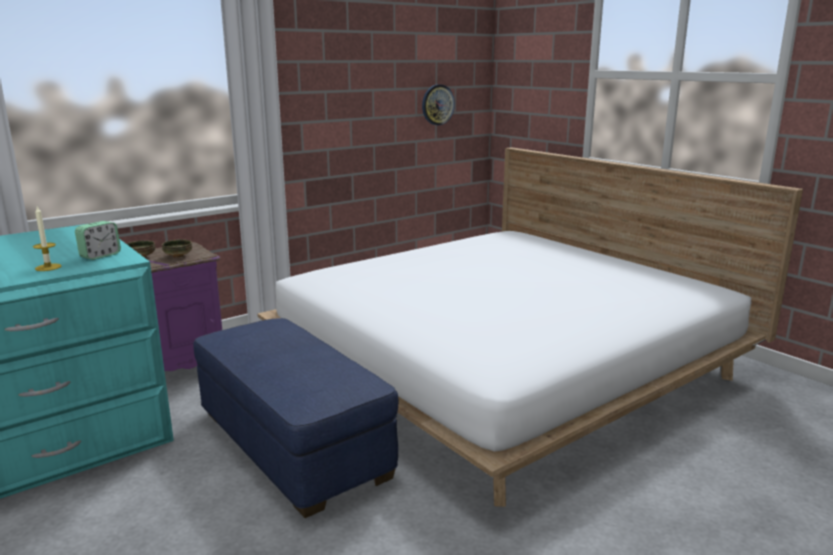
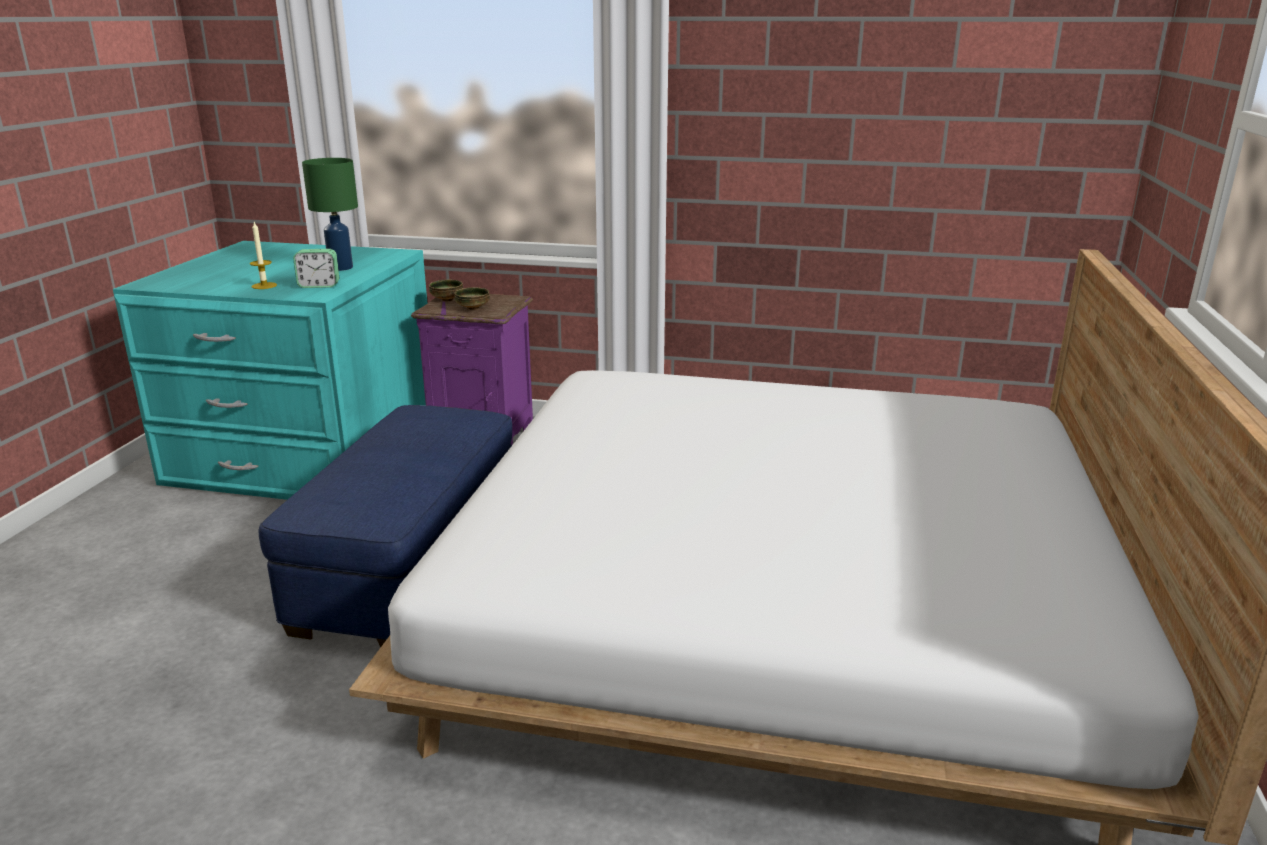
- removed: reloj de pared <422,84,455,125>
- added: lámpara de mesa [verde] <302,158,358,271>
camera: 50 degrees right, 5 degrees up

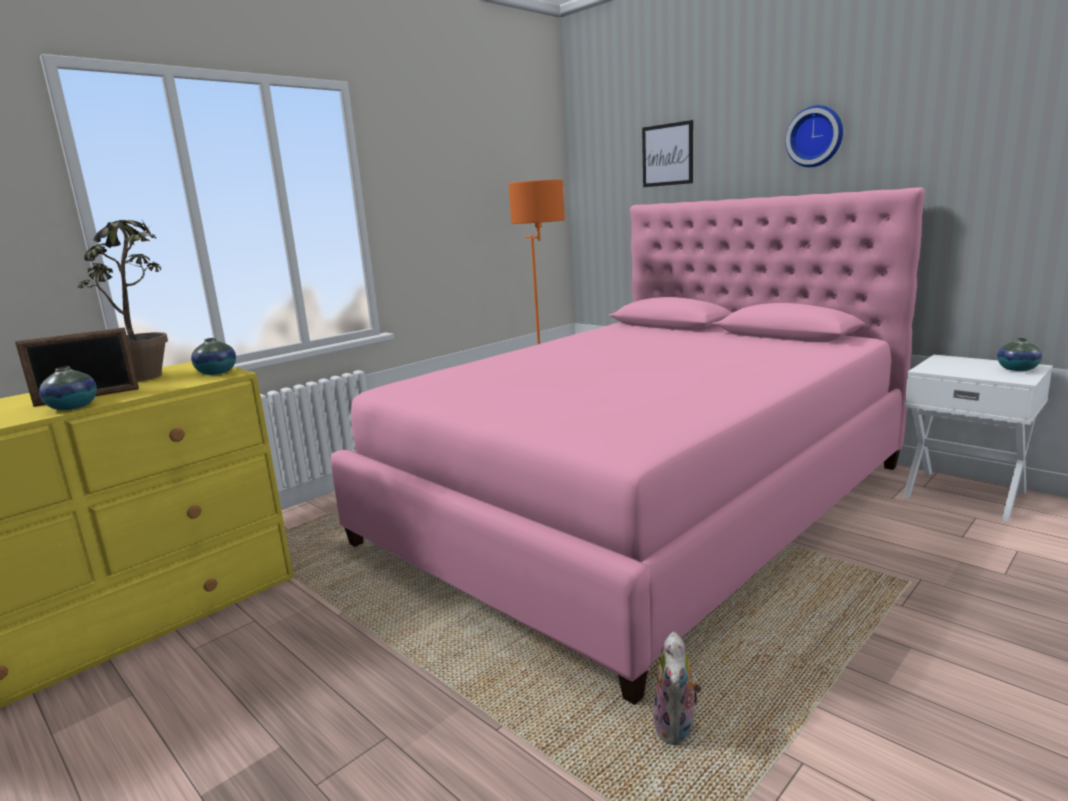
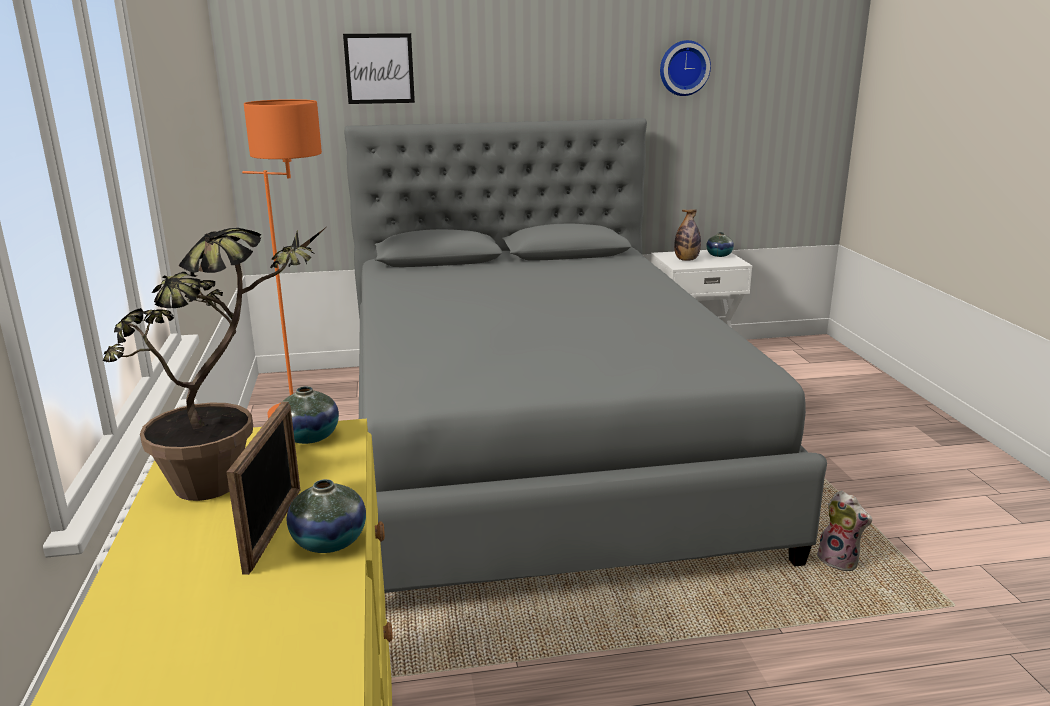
- added: botella <674,209,701,261>
- moved: reloj de pared <785,105,843,167> to <660,40,711,96>
- recoloured: cama [rosa] <331,187,925,705> to cama [gris] <344,118,827,593>
camera: 55 degrees left, 5 degrees up

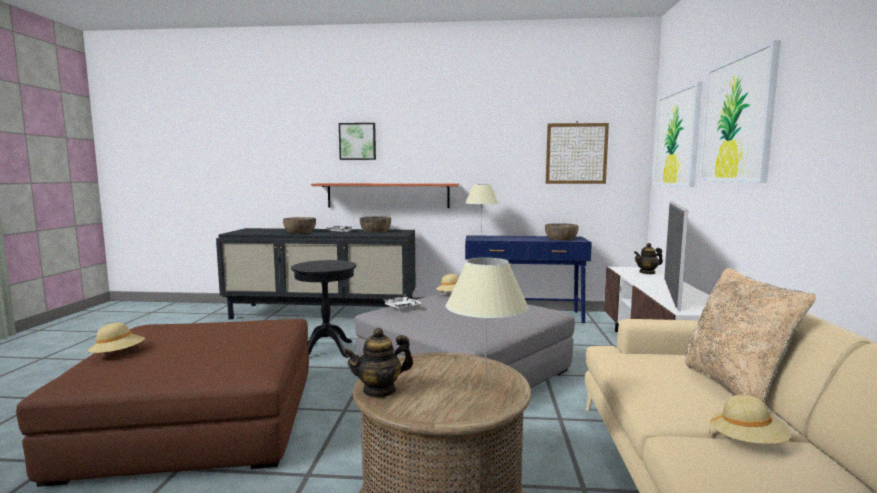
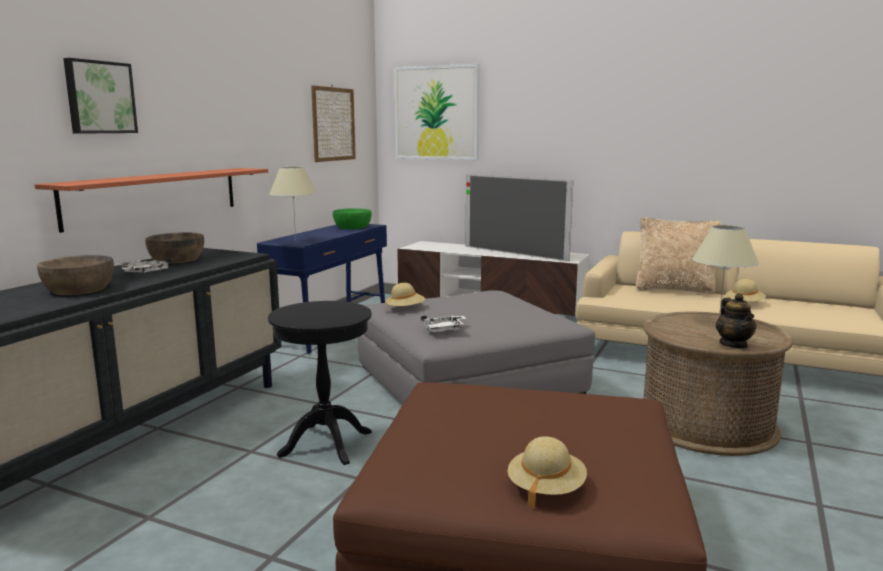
- removed: tetera <634,243,663,274>
- removed: cuadro <699,40,781,182>
- recoloured: cuenco [marrón] <545,223,579,240> to cuenco [verde] <333,208,372,229>
camera: 70 degrees left, 5 degrees up

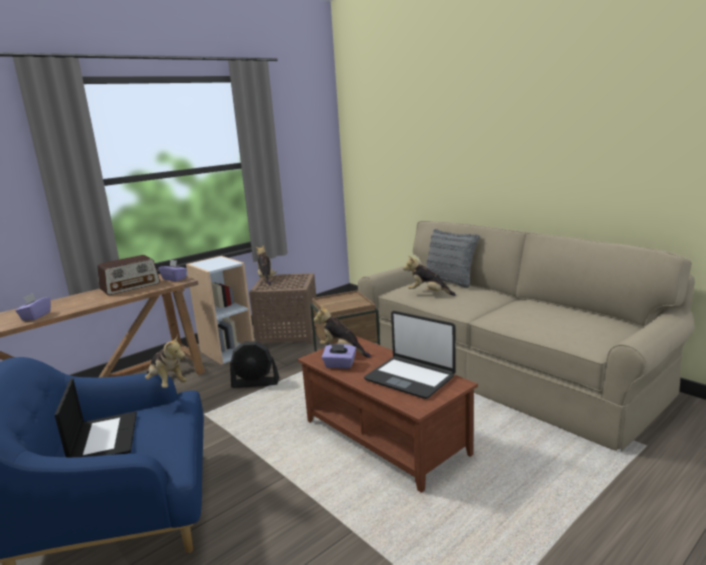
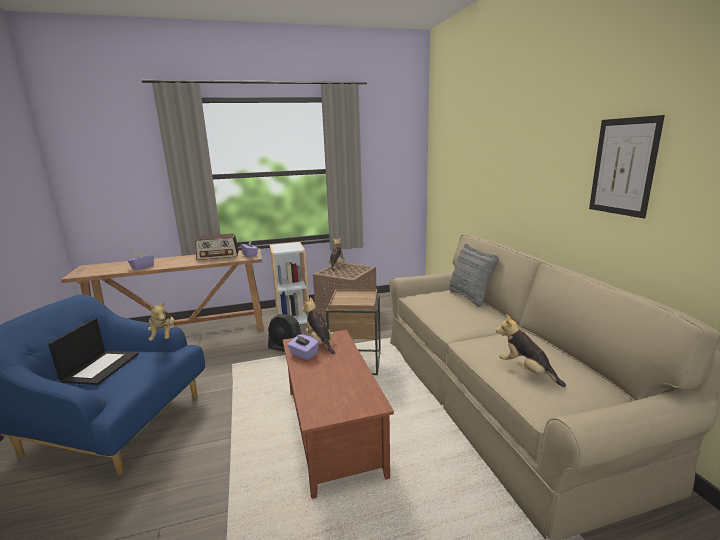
- removed: portátil <364,311,456,399>
- added: cuadro <589,115,665,218>
- moved: peluche <403,256,456,296> to <496,314,566,387>
camera: 25 degrees right, 0 degrees up

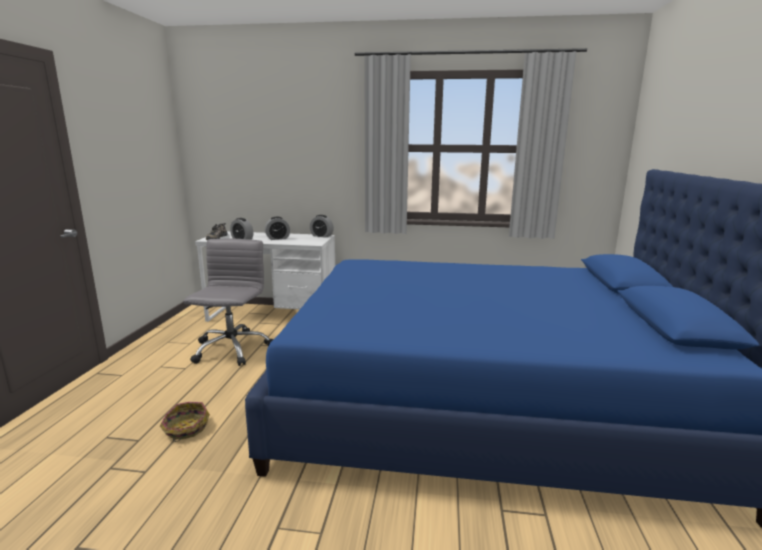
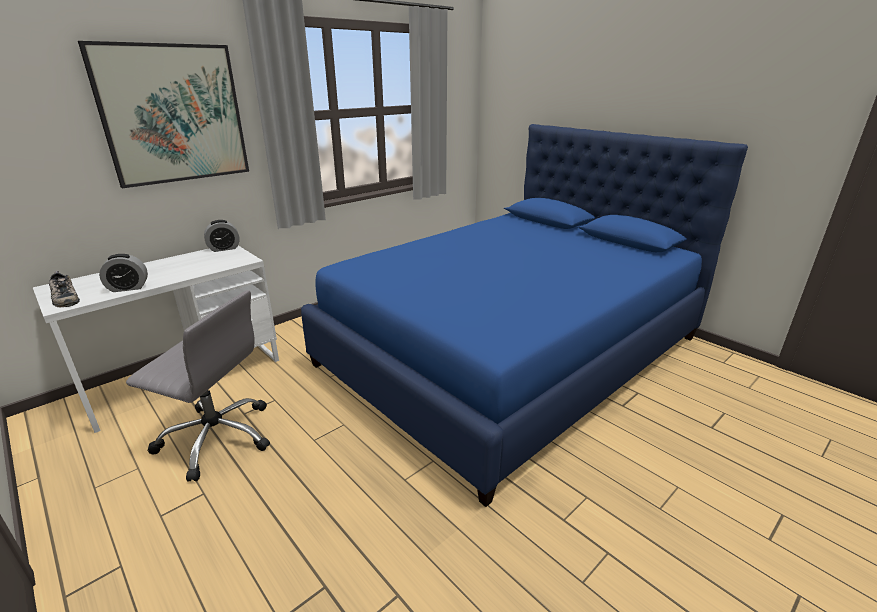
- removed: cesta <160,402,210,442>
- removed: despertador <265,217,290,240>
- added: cuadro <78,41,249,188>
- turned: silla de oficina [gris] <183,239,273,366> = <126,290,270,481> 150 degrees clockwise
camera: 50 degrees left, 10 degrees up

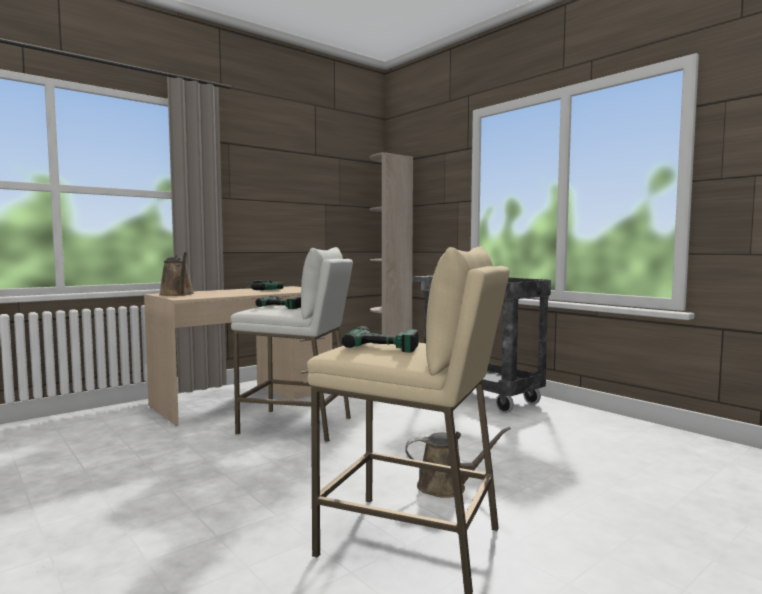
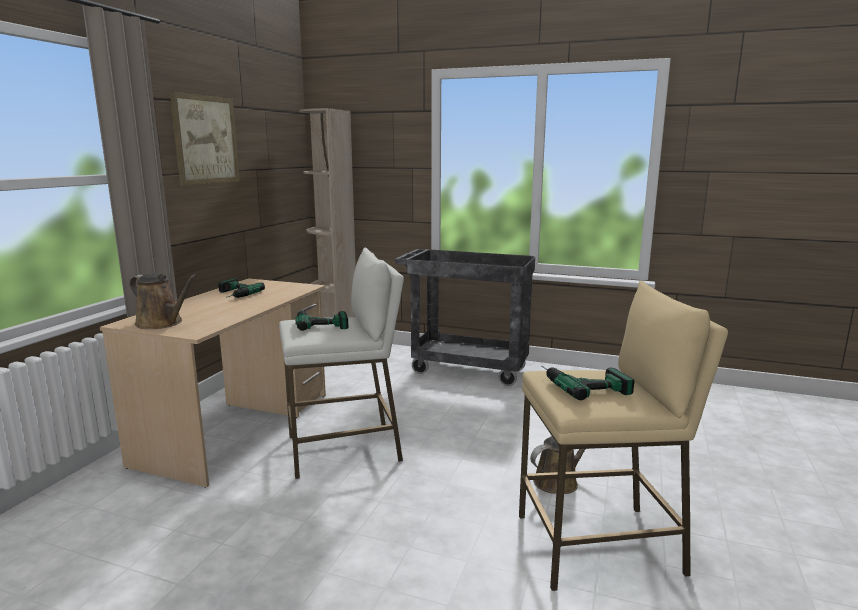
- added: cuadro <170,91,240,186>
camera: 30 degrees left, 10 degrees up

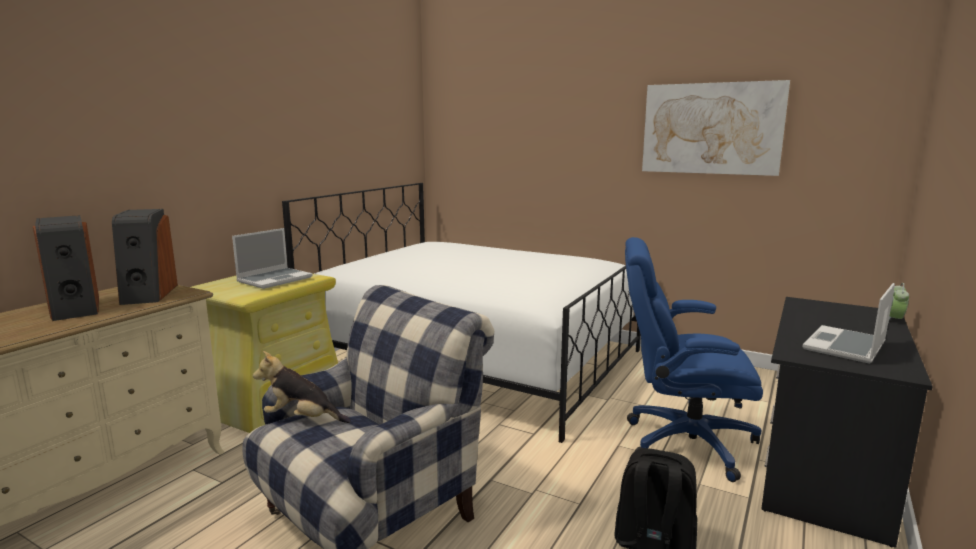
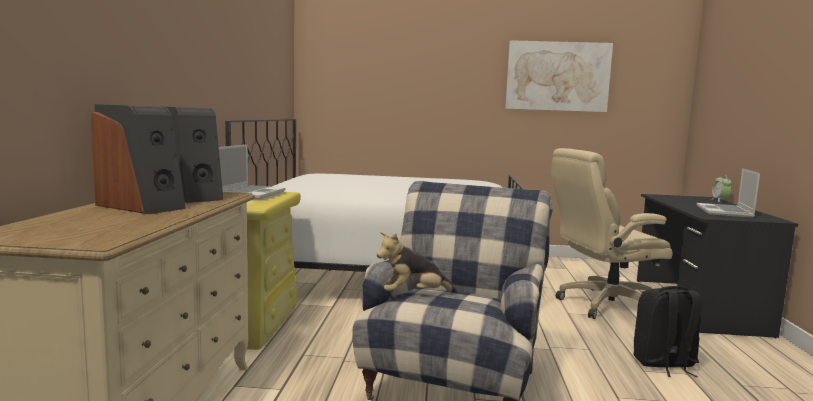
- recoloured: silla de oficina [azul] <625,237,763,482> to silla de oficina [beis] <551,148,672,319>
camera: 25 degrees left, 5 degrees down

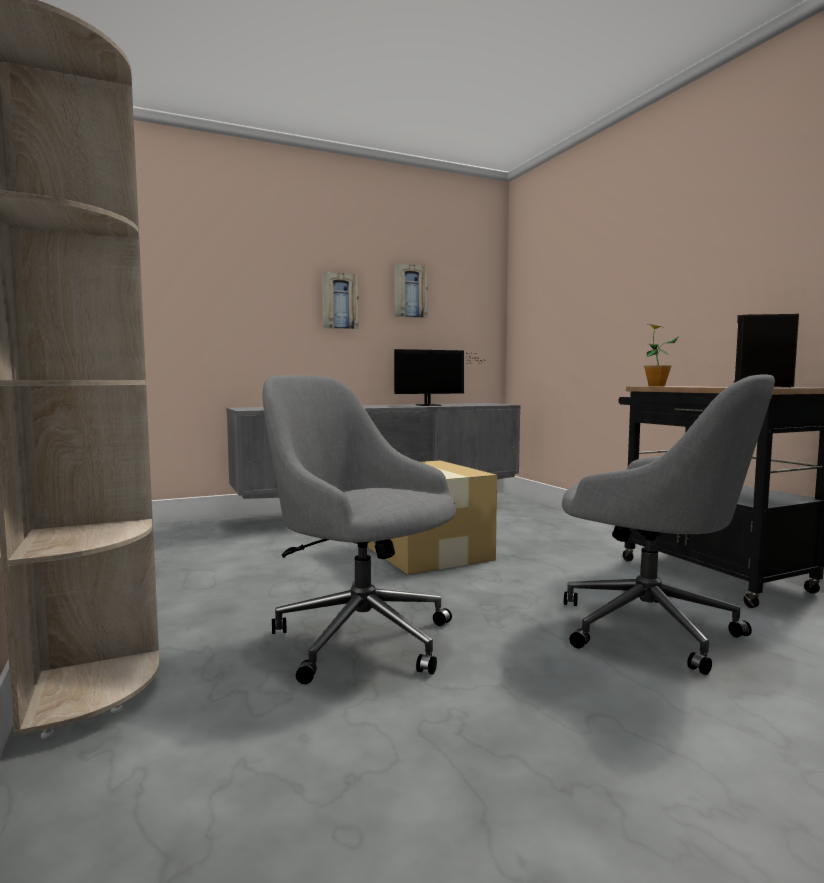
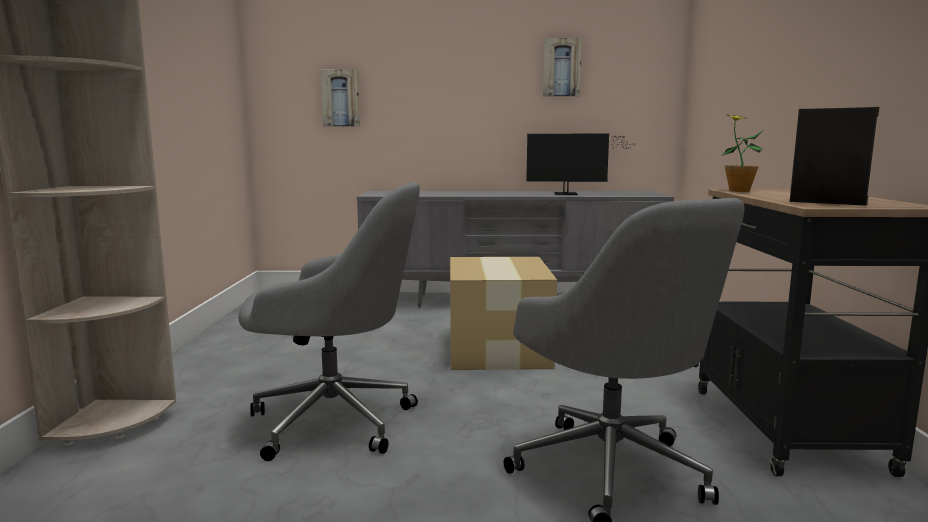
- moved: cuadro <322,272,359,329> to <320,70,360,127>
- turned: silla de oficina [gris] <263,375,456,684> = <239,181,420,461> 120 degrees clockwise
camera: 25 degrees right, 5 degrees up

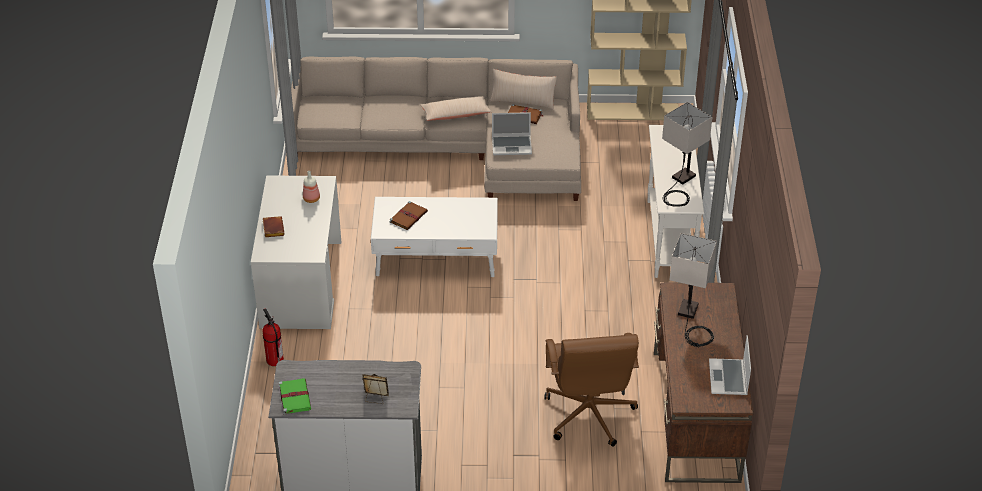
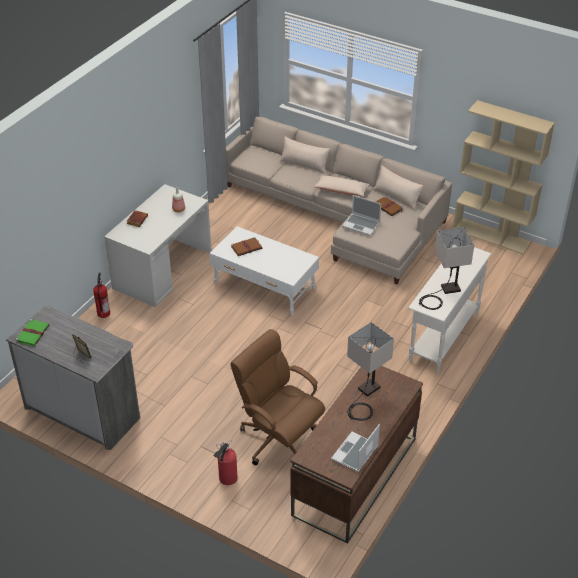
- added: extintor <214,438,238,485>
- added: cojín [beis] <280,137,330,174>
- turned: silla de oficina [marrón] <544,333,639,447> = <230,329,325,465> 105 degrees clockwise
camera: 30 degrees right, 0 degrees up

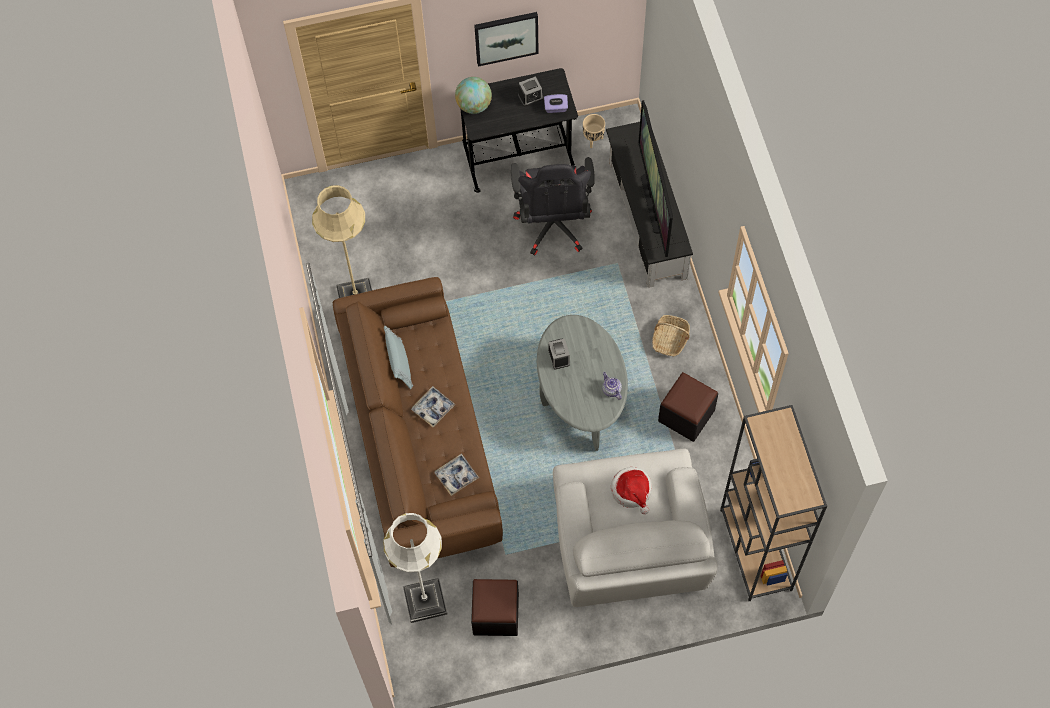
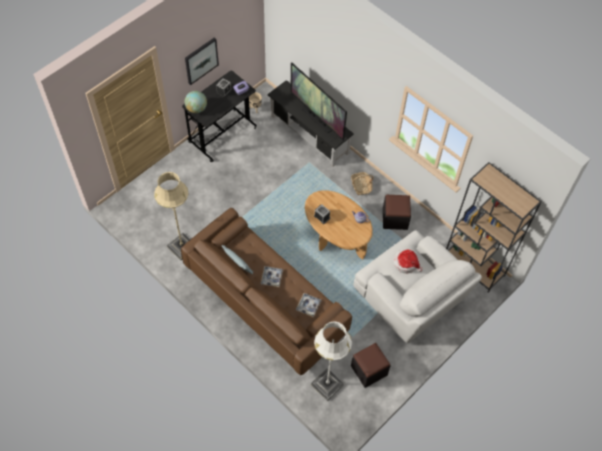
- removed: silla de oficina [negro] <511,157,595,255>
- recoloured: mesa de centro [gris] <537,315,628,451> to mesa de centro [marrón] <305,190,373,260>
camera: 35 degrees left, 5 degrees down

